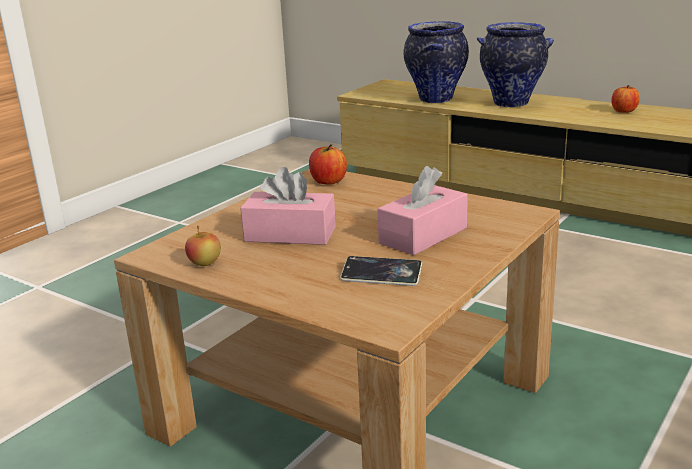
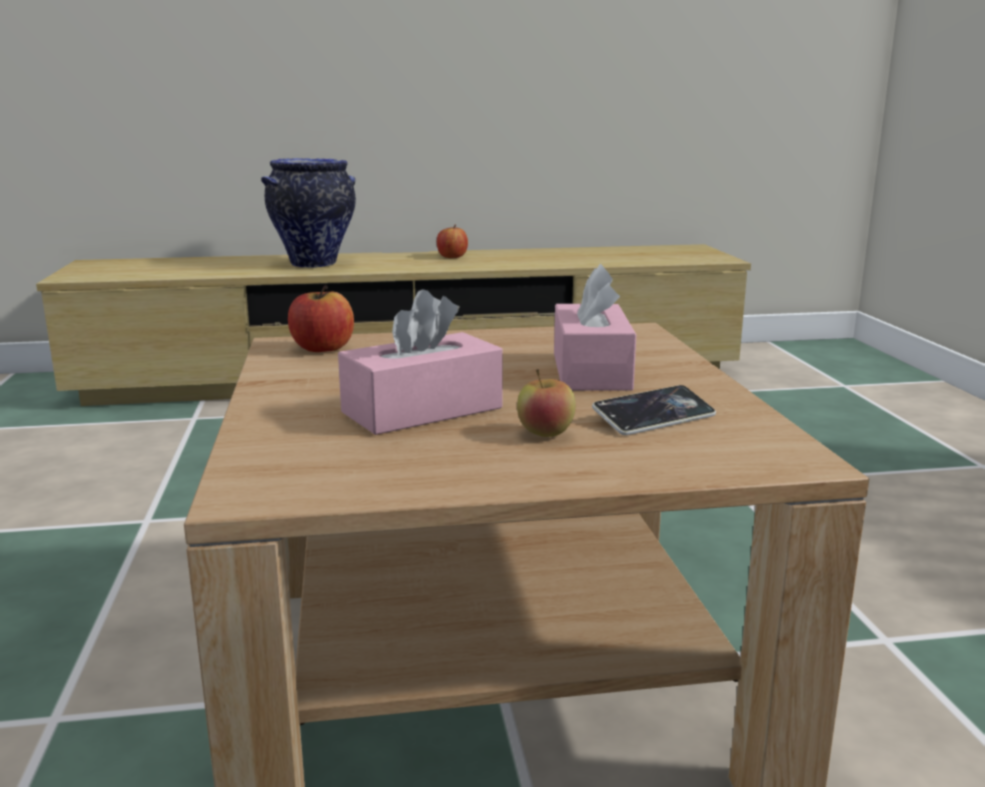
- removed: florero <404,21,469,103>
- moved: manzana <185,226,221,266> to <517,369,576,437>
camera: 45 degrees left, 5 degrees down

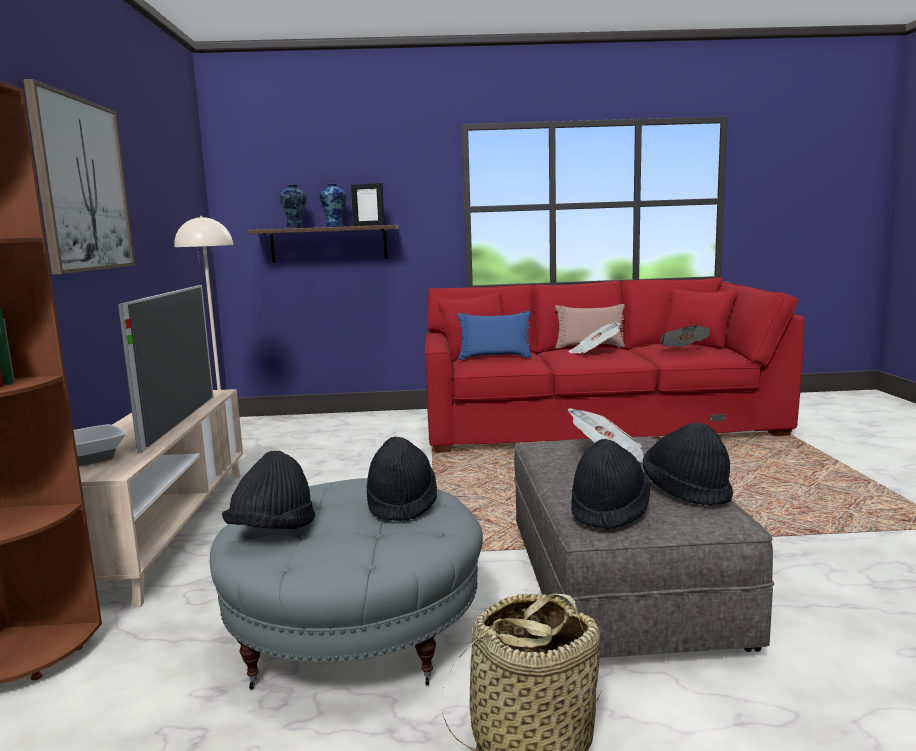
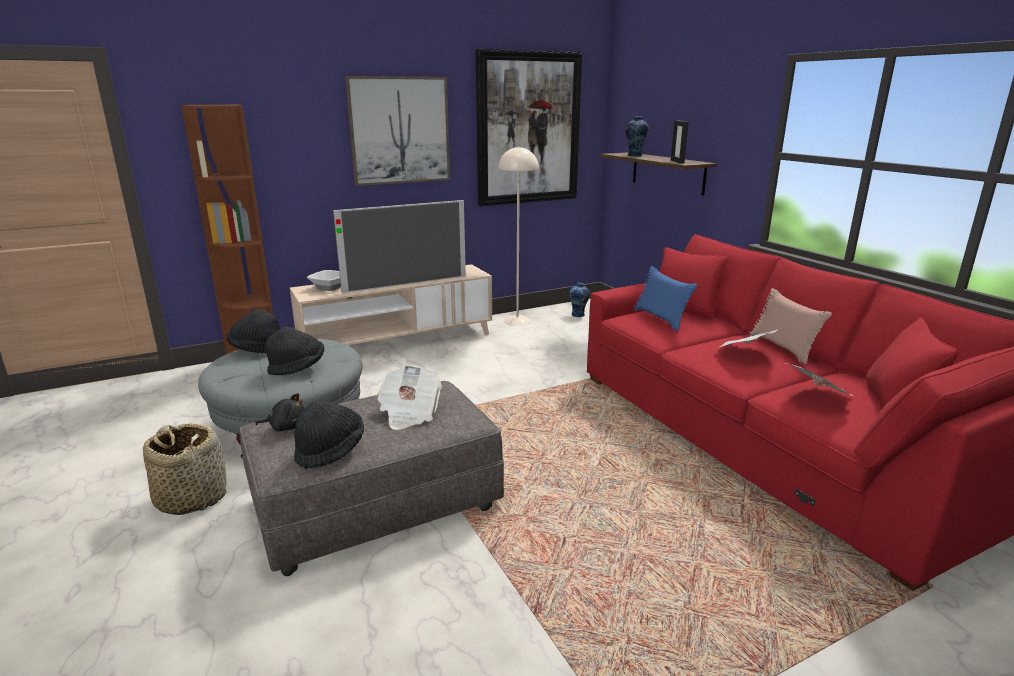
- added: cuadro <475,49,582,206>
- moved: florero <319,183,347,227> to <569,283,590,317>
- replaced: sombrero [negro] <571,439,650,530> to peluche [negro] <255,393,305,431>
camera: 65 degrees right, 10 degrees up

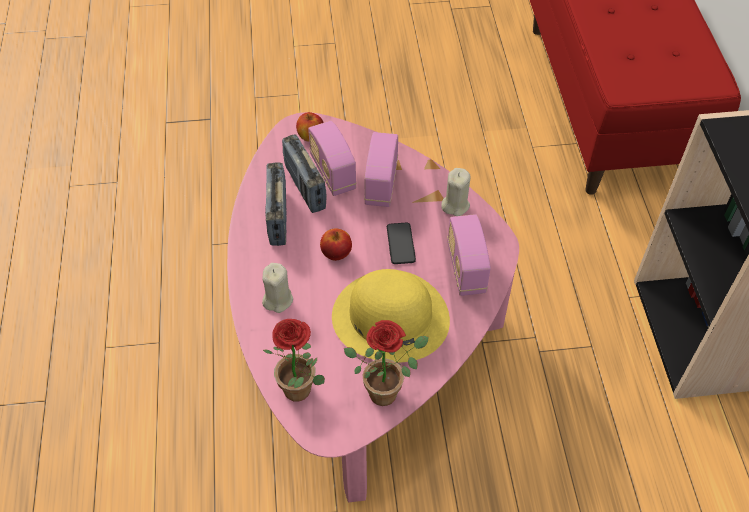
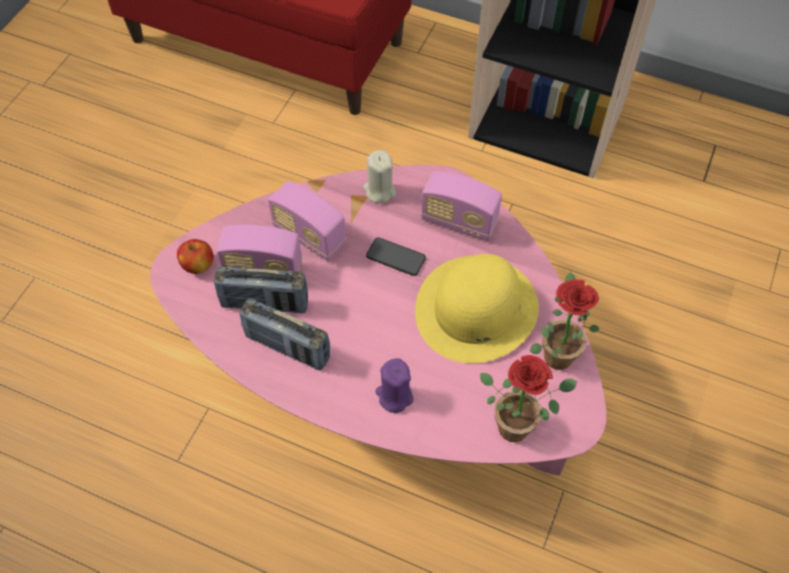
- removed: manzana <320,228,352,261>
- recoloured: vela [beis] <262,263,293,313> to vela [morado] <375,358,413,413>
camera: 60 degrees left, 5 degrees up

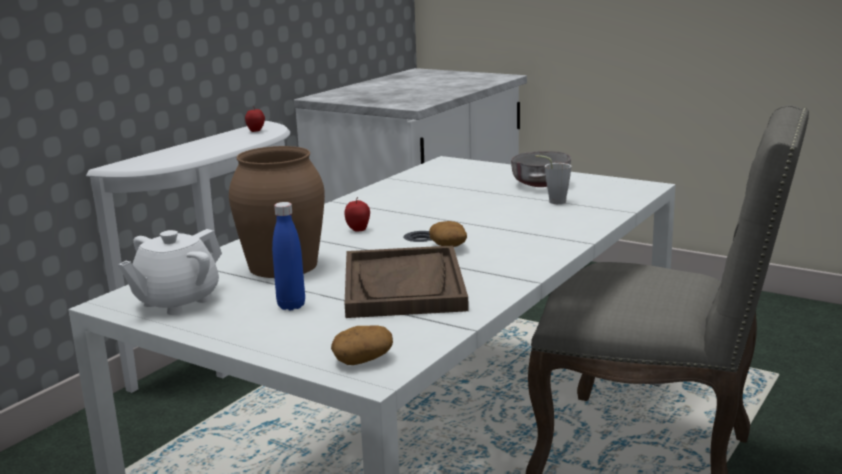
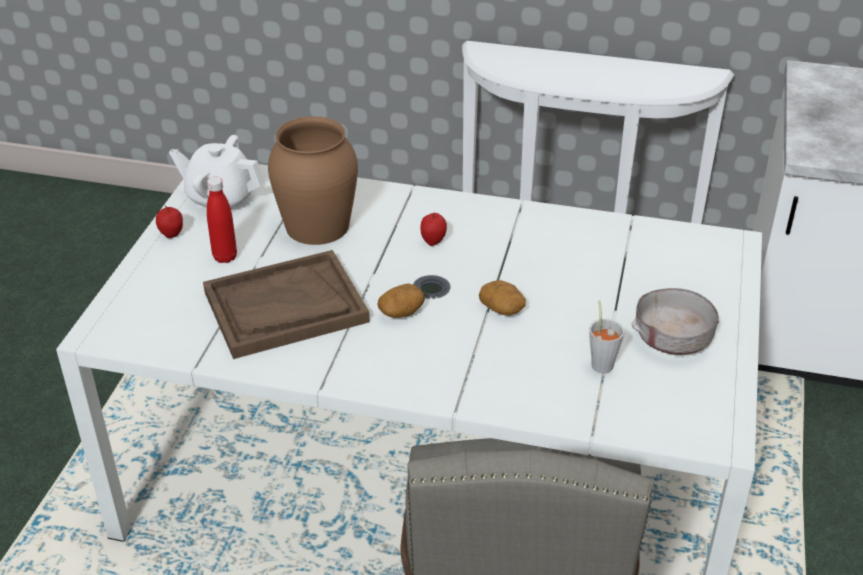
- moved: manzana <245,106,265,132> to <156,205,183,238>
- moved: patata <331,326,393,365> to <479,280,526,316>
- recoloured: botella [azul] <272,202,305,310> to botella [rojo] <207,177,237,263>
camera: 70 degrees right, 20 degrees up

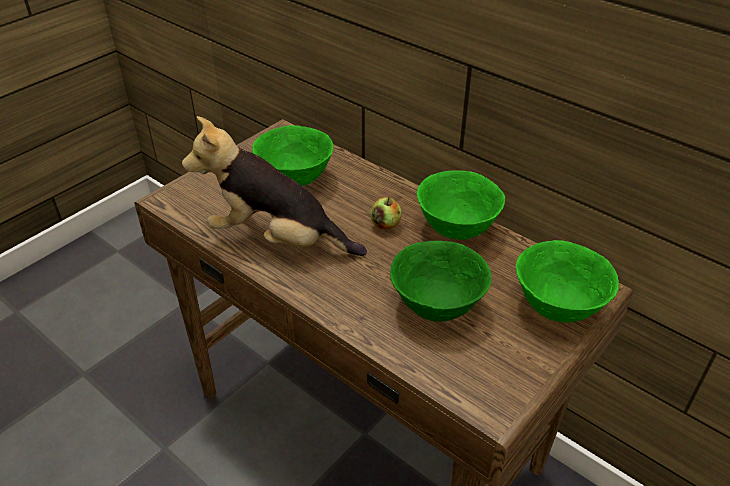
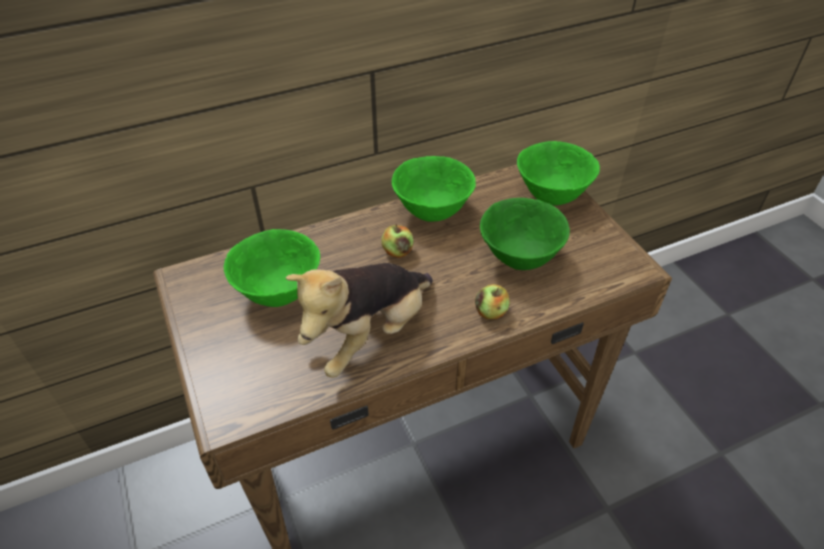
- added: manzana <475,284,510,319>
camera: 65 degrees left, 5 degrees up

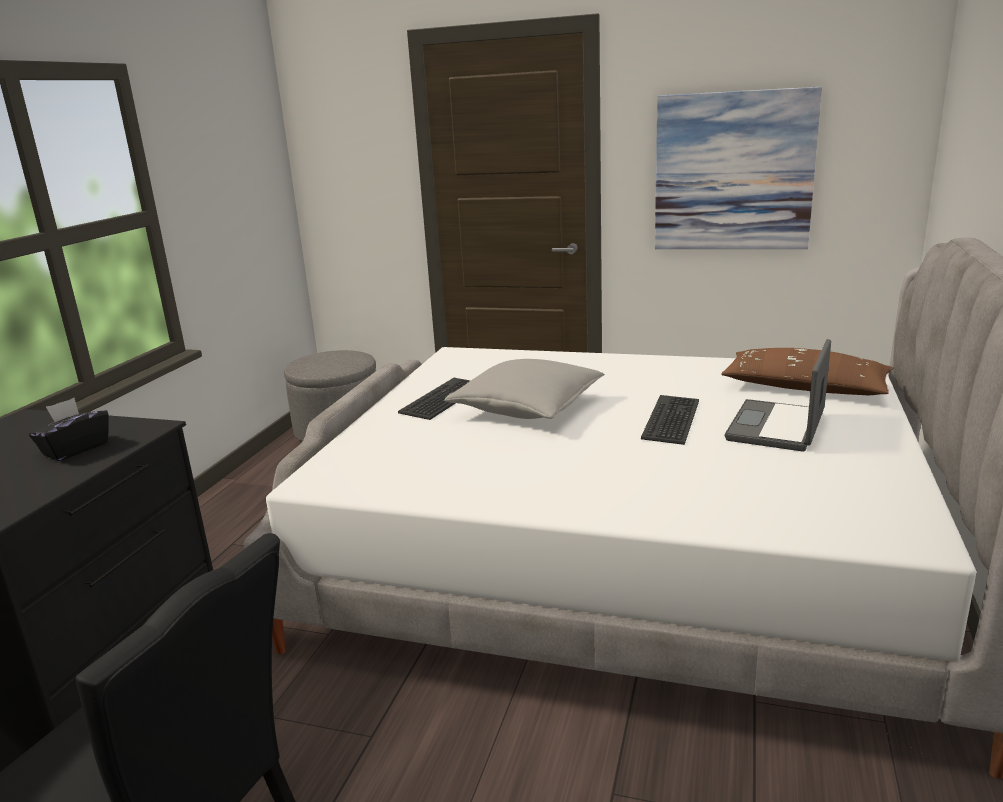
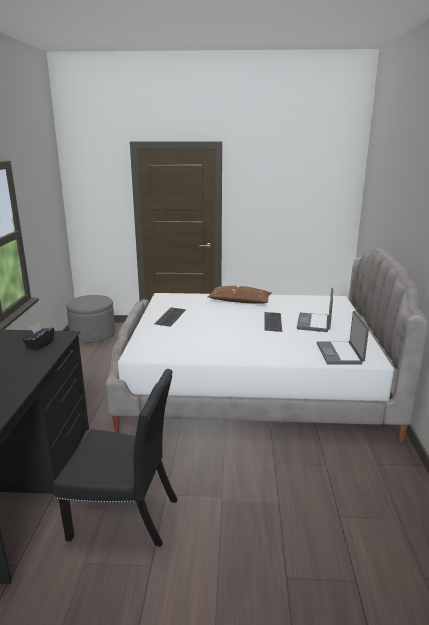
- removed: cojín [gris] <444,359,605,419>
- removed: cuadro <655,87,822,249>
- added: portátil <317,311,369,365>
- moved: cojín [marrón] <721,348,894,395> to <208,286,272,304>
camera: 15 degrees left, 0 degrees up

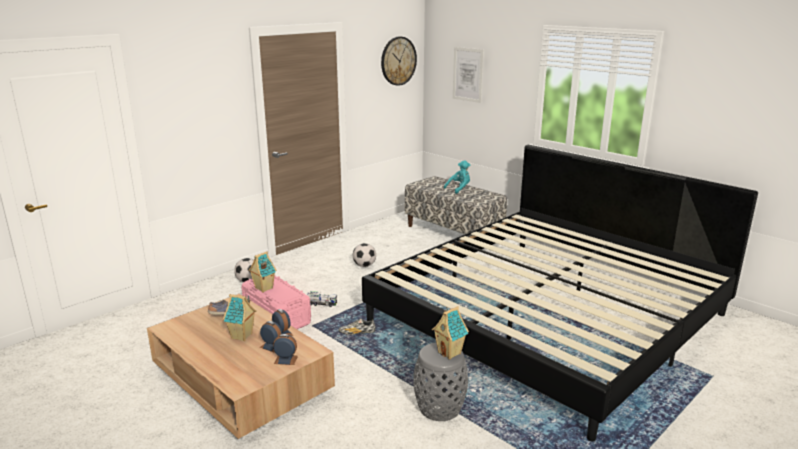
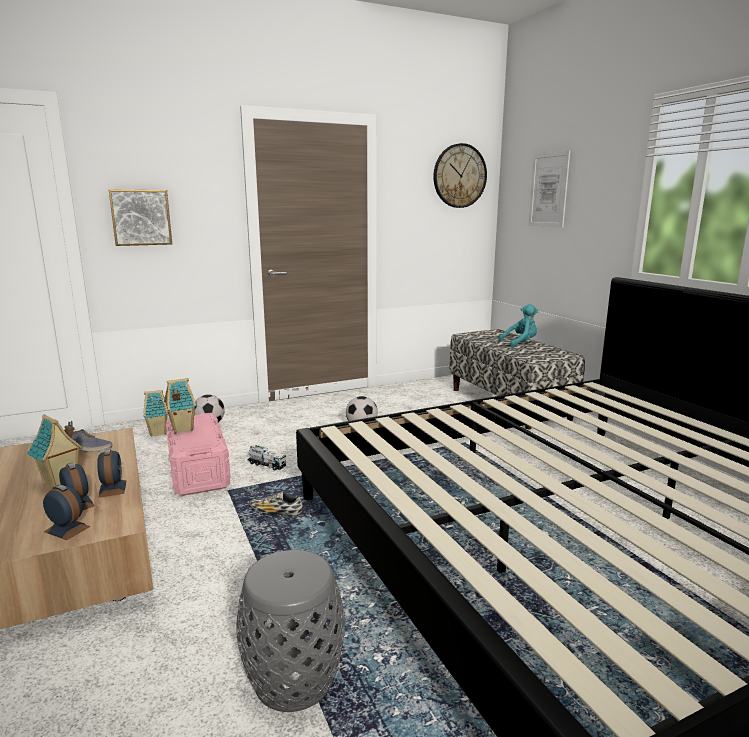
- added: cuadro <109,190,172,246>
- moved: casita <432,306,469,359> to <143,390,168,436>
camera: 20 degrees right, 5 degrees down

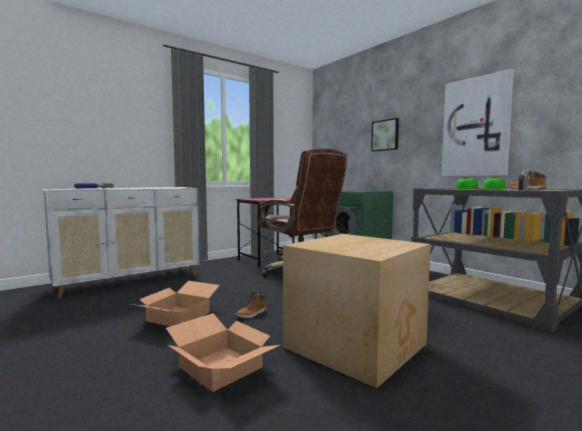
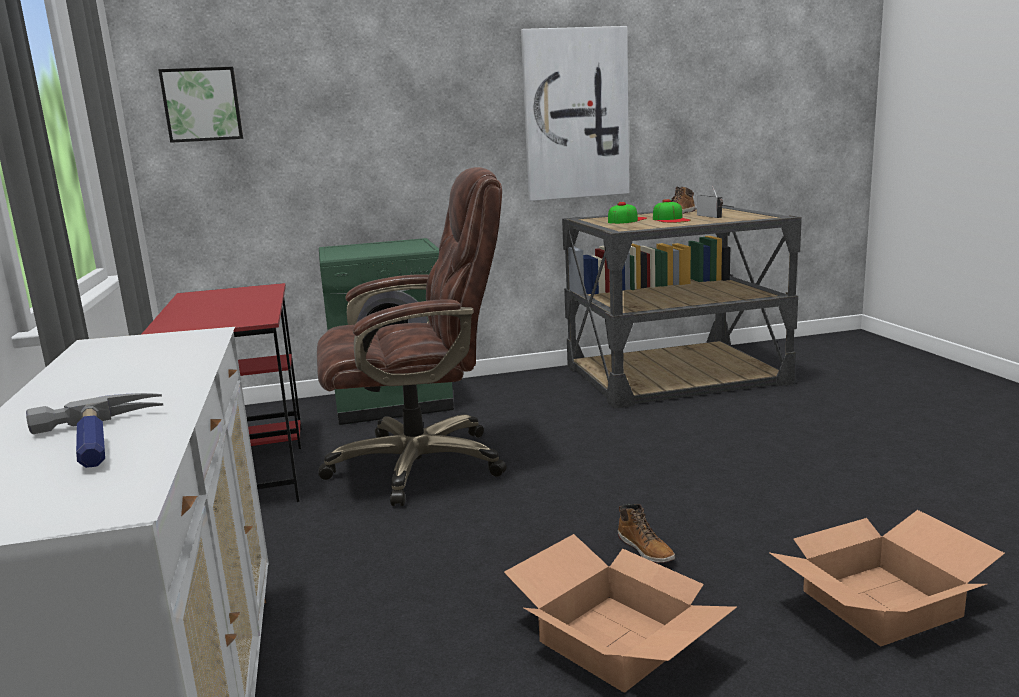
- removed: caja de cartón <283,234,430,388>
- moved: cuadro <371,118,399,151> to <158,67,243,143>
camera: 65 degrees left, 10 degrees up

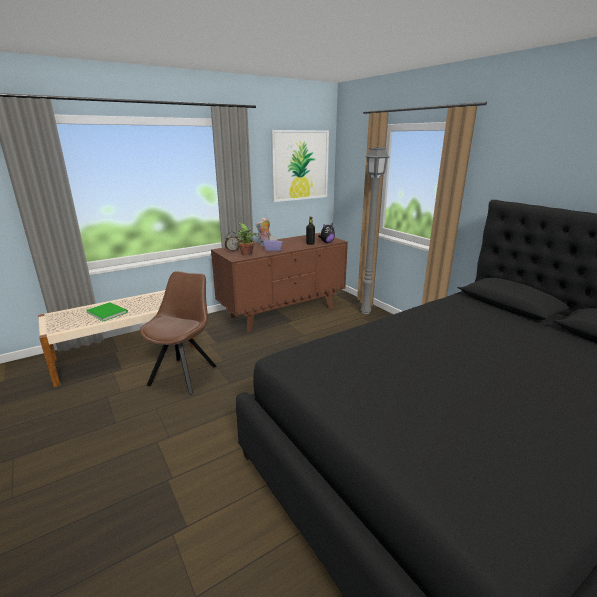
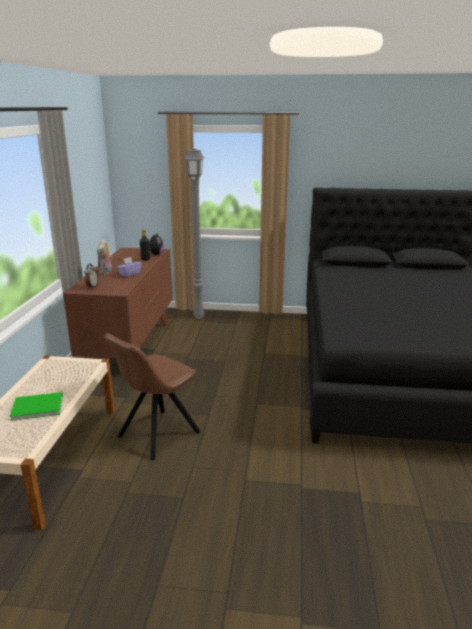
- removed: planta en maceta <237,223,258,255>
- removed: cuadro <271,130,329,202>
- turned: silla [marrón] <140,271,217,395> = <105,333,200,460> 105 degrees counterclockwise
camera: 50 degrees left, 0 degrees up

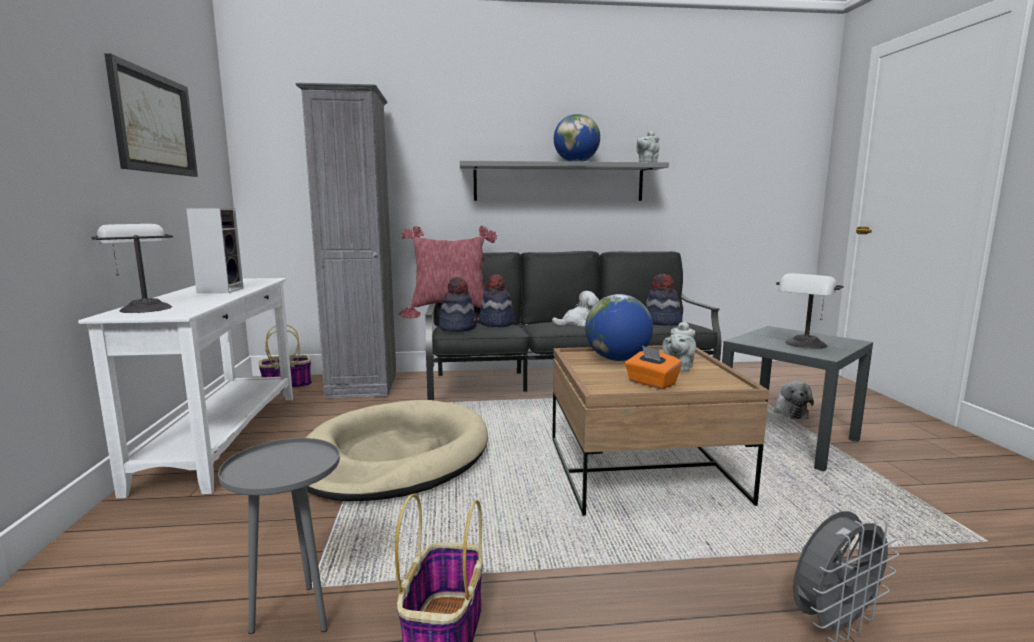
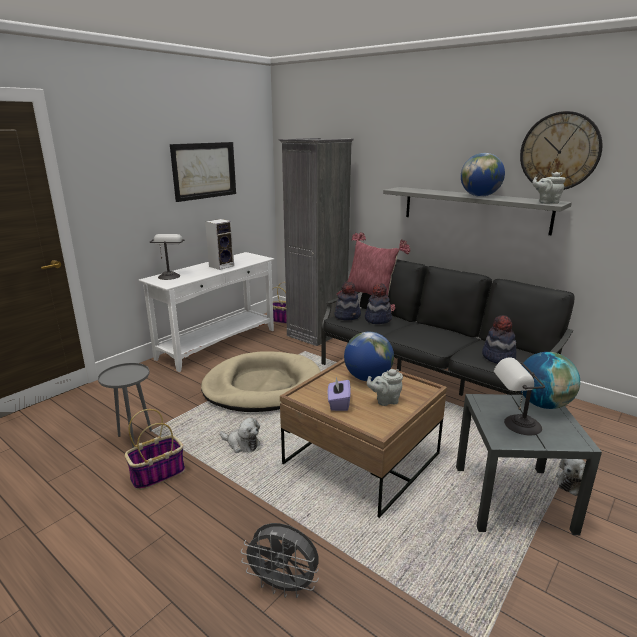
- added: reloj de pared <520,111,603,190>
- added: globo terráqueo <521,352,580,409>
- moved: peluche <552,291,599,326> to <220,418,260,453>
- recoloured: caja de pañuelos [naranja] <625,346,682,389> to caja de pañuelos [morado] <328,377,351,411>
camera: 45 degrees right, 10 degrees up

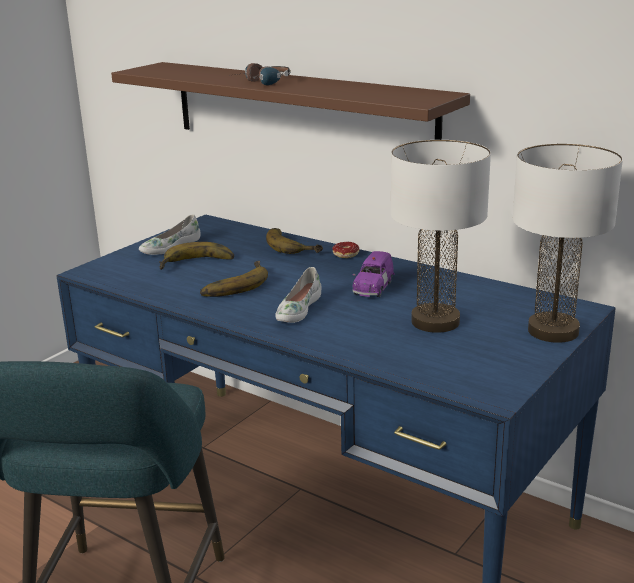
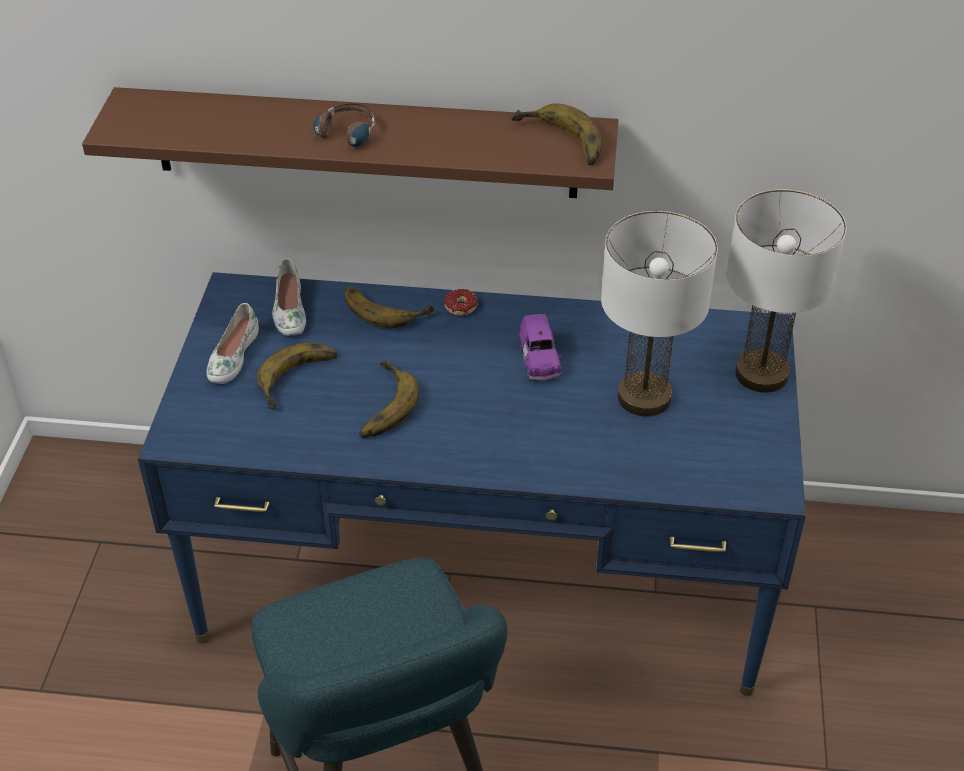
- added: plátano <511,104,602,165>
- moved: zapato [blanco] <275,267,321,323> to <272,258,306,335>
camera: 30 degrees left, 20 degrees up

